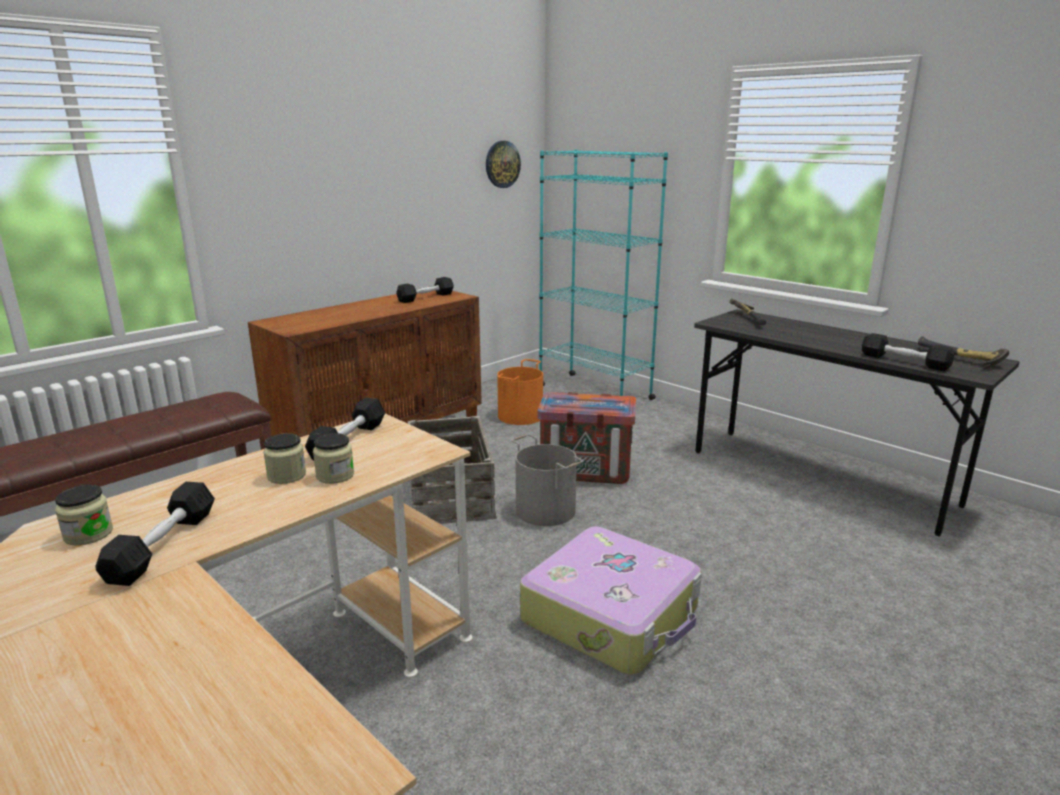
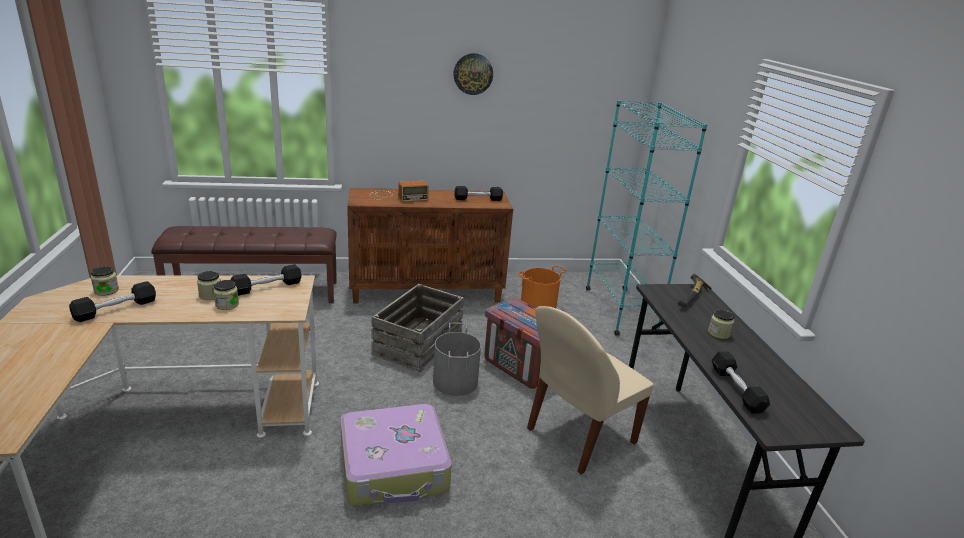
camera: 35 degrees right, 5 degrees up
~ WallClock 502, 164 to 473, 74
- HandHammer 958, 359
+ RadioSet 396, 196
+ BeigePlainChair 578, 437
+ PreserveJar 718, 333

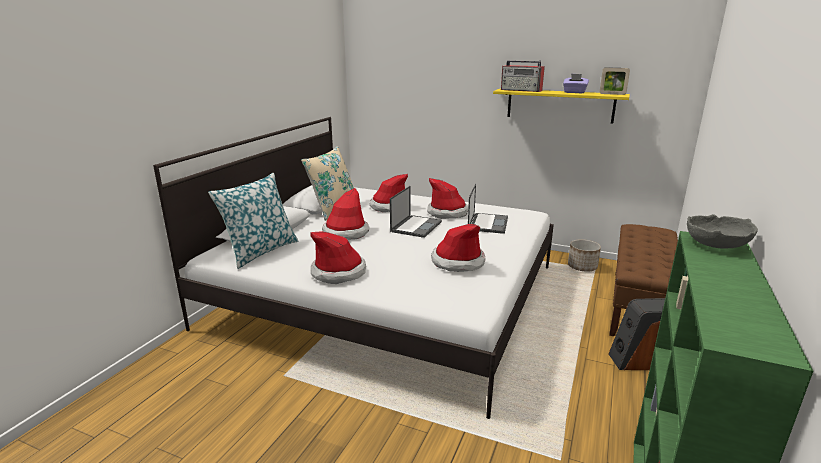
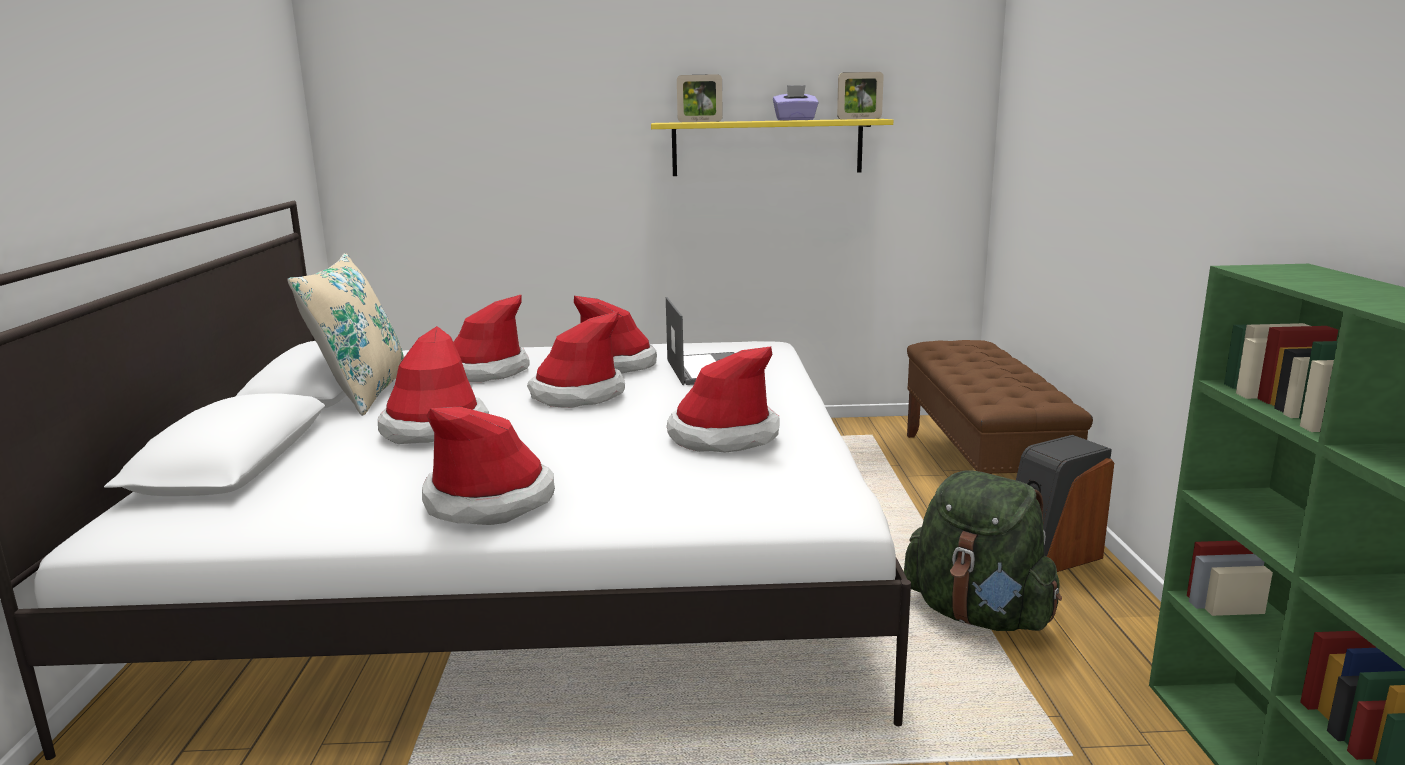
camera: 25 degrees left, 5 degrees down
~ RadioSet 521, 90 to StandingFrame 700, 121
- Cushion 260, 251
~ NotebookComputer 416, 226 to ClothingHat 577, 394
- GreyDeepDish 715, 244
- PlantPot 582, 267
+ GreenColouredRucksack 978, 614

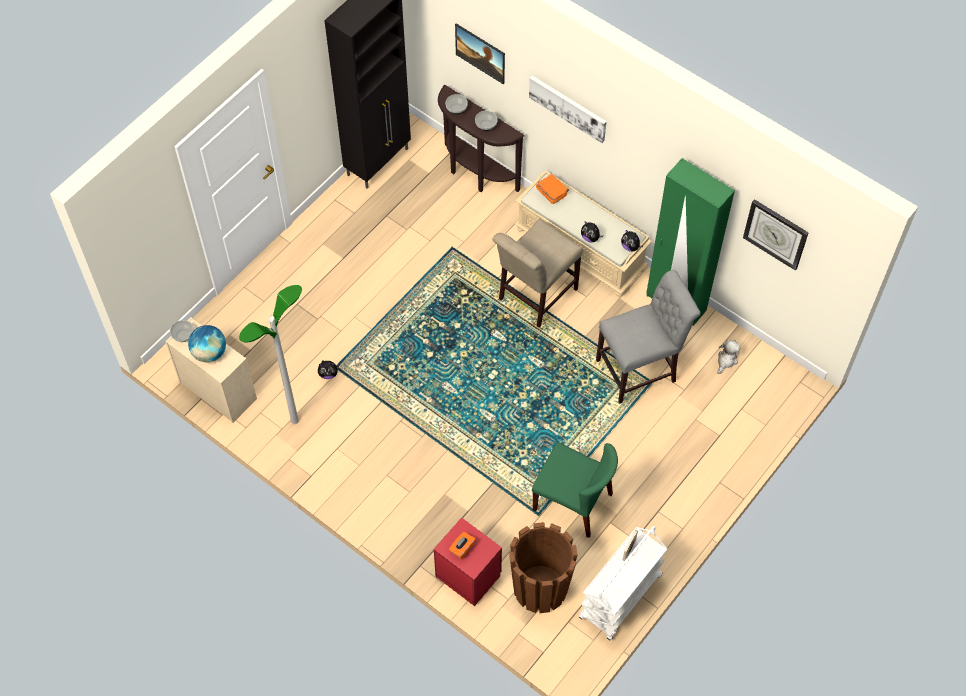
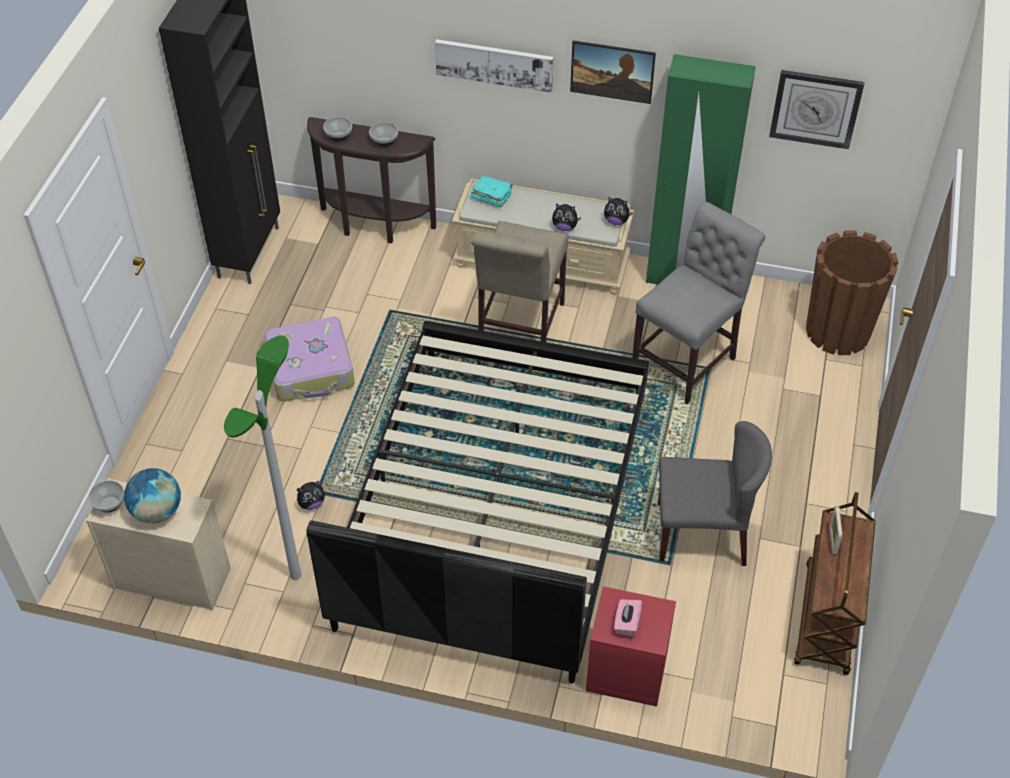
camera: 25 degrees left, 10 degrees down
~ WallArt 480, 61 to 611, 84
~ OrangeyBook 551, 192 to BlueGreenBook 491, 196
- PlushToy 726, 360
~ GreenColouredPlainChair 573, 502 to GreyPlainChair 702, 533
~ BrownPlantPot 540, 587 to 838, 331
~ WhiteTrolley 620, 598 to BrownTrolley 826, 619
~ OrangeyBoxOfTissues 462, 548 to PinkishBoxOfTissues 626, 623
+ PieceOfLuggage 311, 369
+ BlackColouredBedroomBed 494, 509

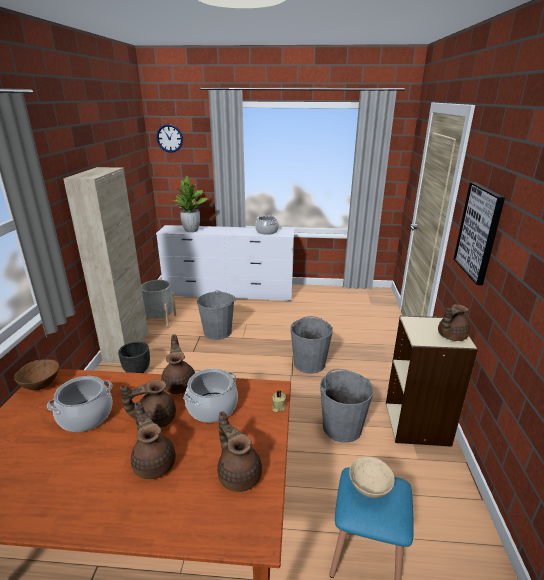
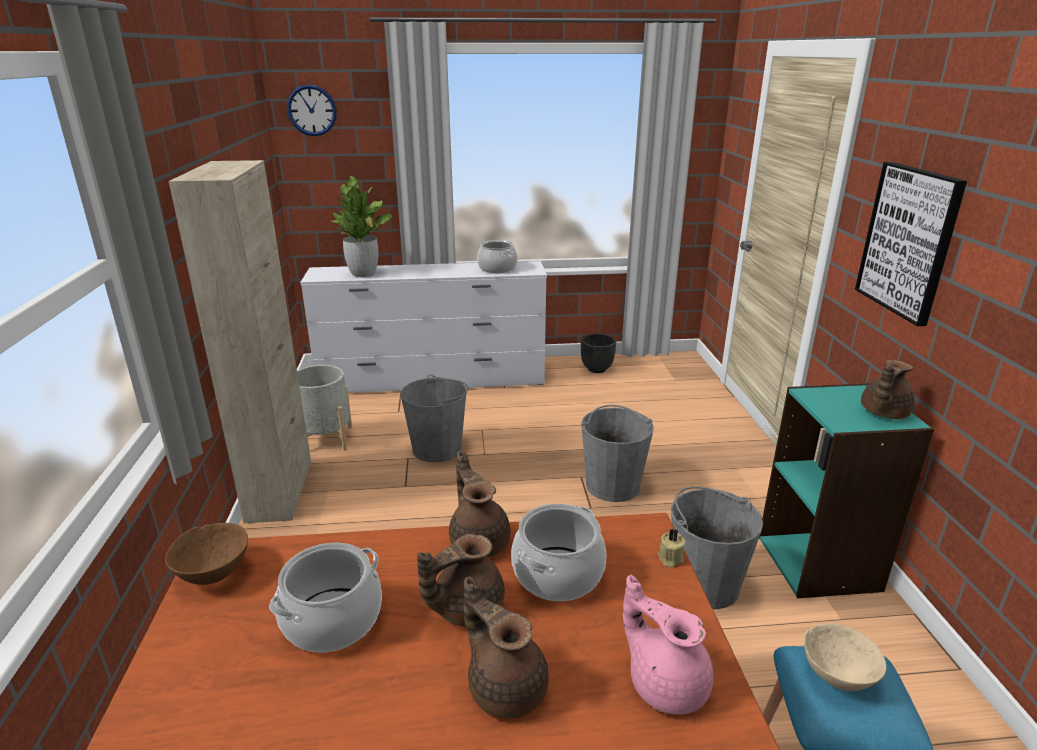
camera: 10 degrees left, 0 degrees up
~ BeigeBookshelf 417, 424 to BlueGreenBookshelf 819, 563
~ BlackColouredPlantPot 137, 371 to 597, 369
~ BrownPotForTea 239, 474 to PinkishPotForTea 665, 683

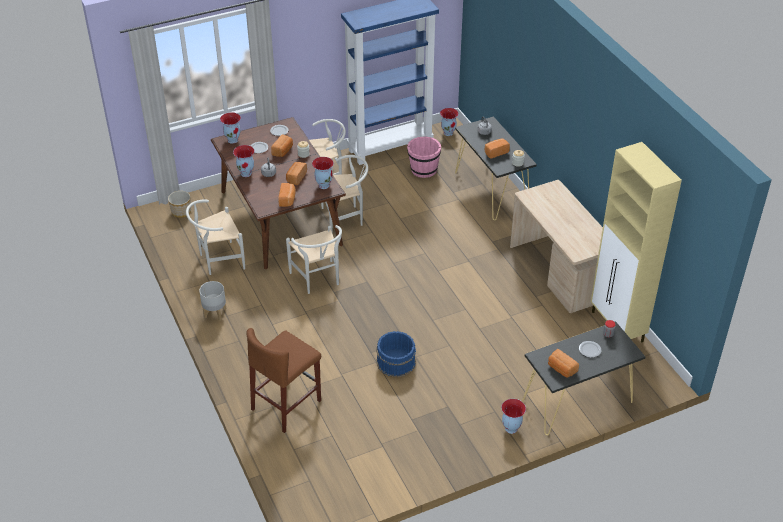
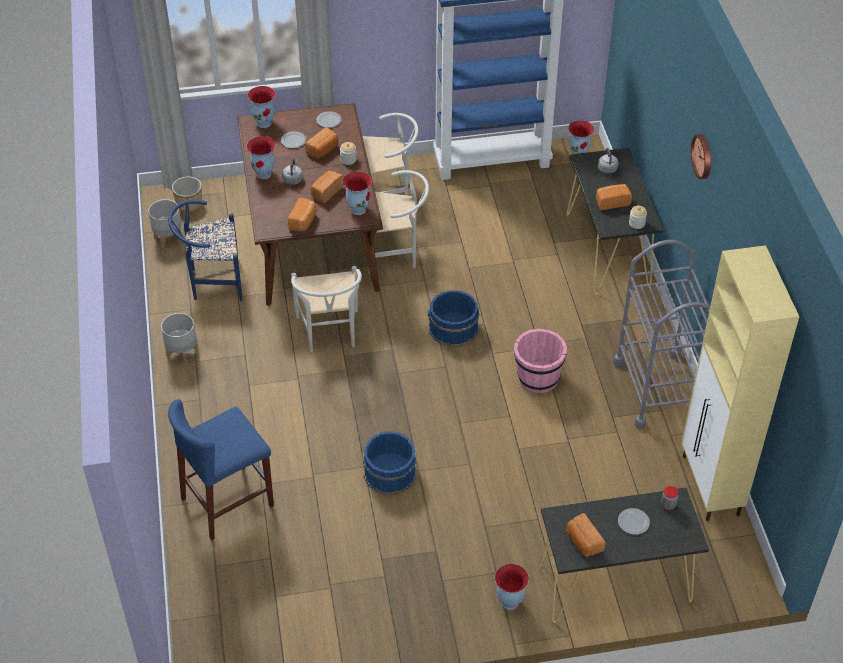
camera: 15 degrees right, 5 degrees up
~ PinkishWaterBucket 423, 170 to 537, 378
~ BeigeDeskTable 559, 272 to GreyTrolley 657, 389
~ WhitePlainChair 218, 260 to BluePlainChair 212, 282
~ BrownSittingStool 286, 405 to BlueSittingStool 227, 502
+ WallClock 703, 156
+ GreyPlantPot 168, 239
+ BlueWaterBucket 453, 329

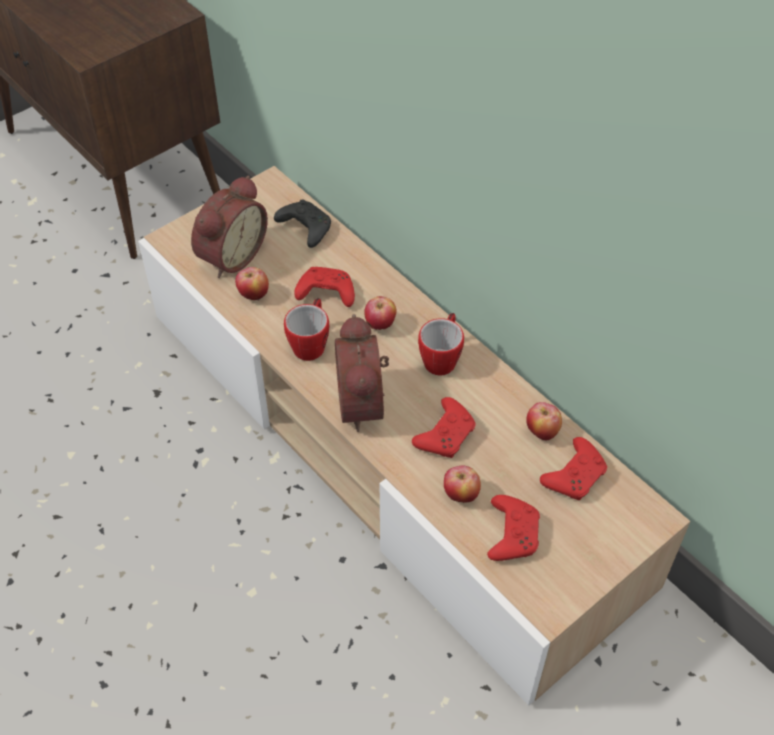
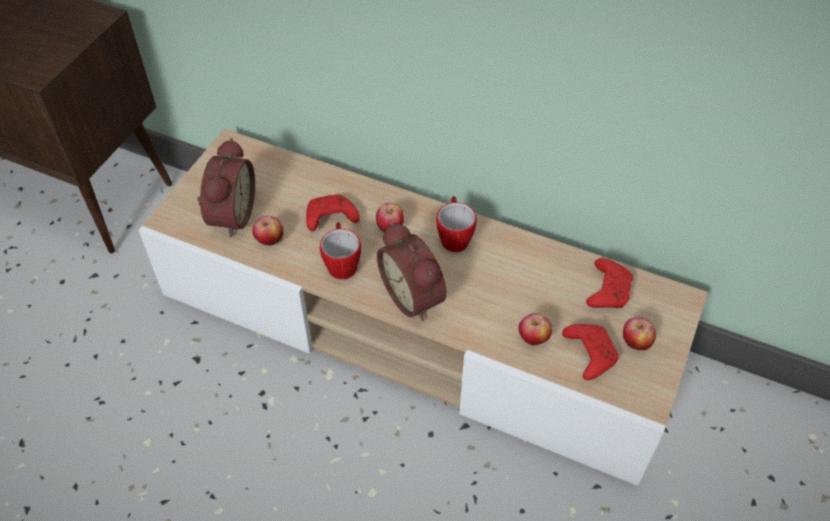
camera: 25 degrees left, 0 degrees up
- BlackColouredGameController 304, 229
- RedGameController 446, 435
~ WholeApple 541, 432 to 635, 344

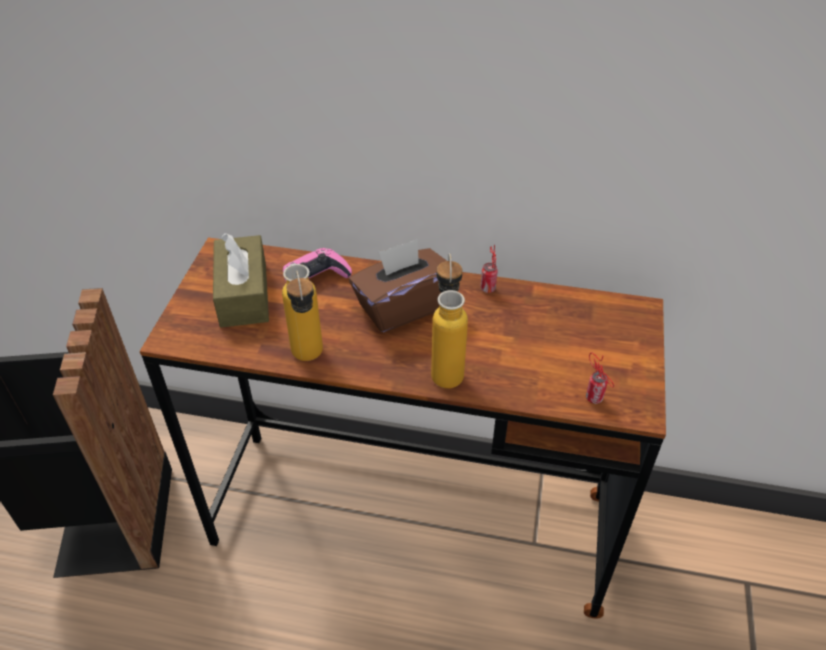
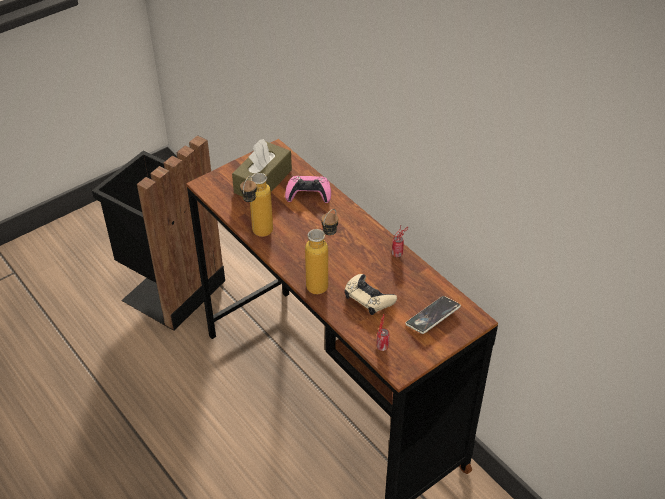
camera: 40 degrees right, 0 degrees up
- BrownBoxOfTissues 403, 306
+ BeigeGameController 369, 297
+ Handset 432, 317

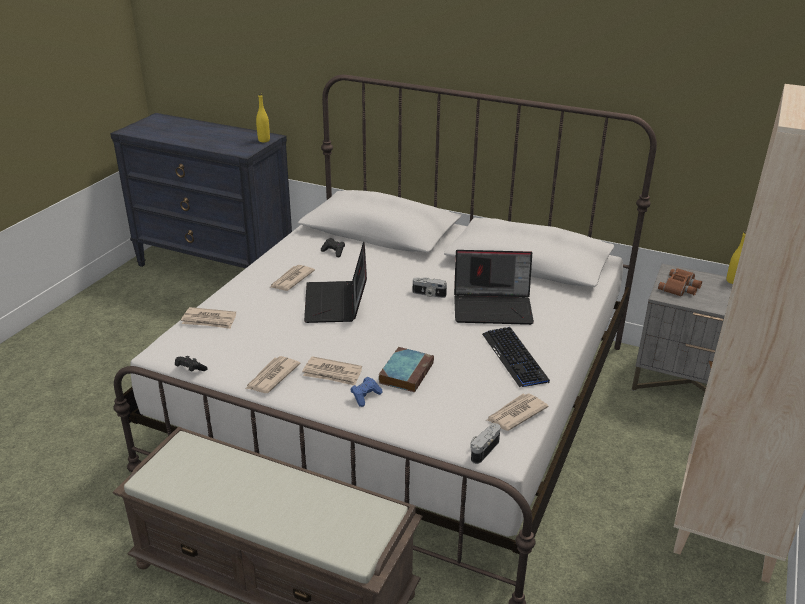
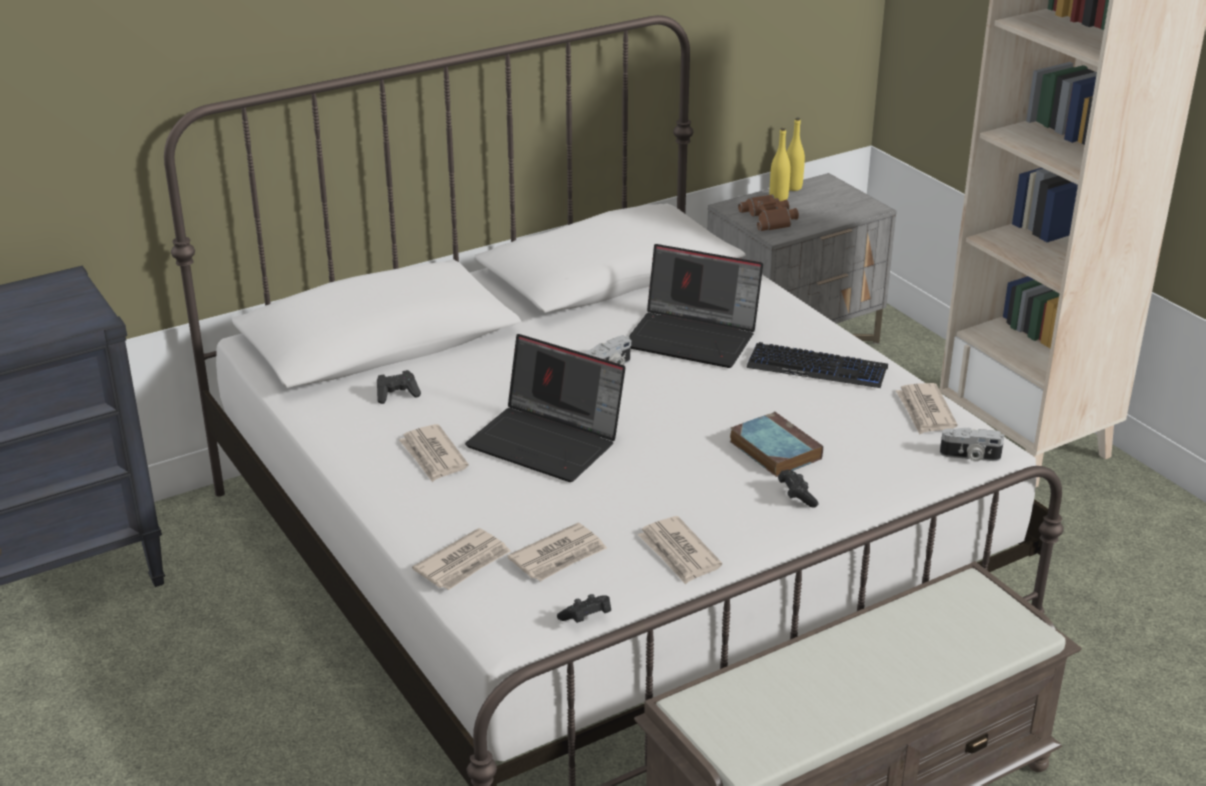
camera: 55 degrees left, 0 degrees up
~ YellowishBottle 264, 140 to 778, 198
~ NotebookComputer 493, 307 = 694, 337 75 degrees clockwise
~ Newspaper 332, 373 to 559, 556
~ BlueGameController 365, 396 to BlackColouredGameController 796, 496
~ StillCamera 483, 449 = 970, 457 60 degrees counterclockwise

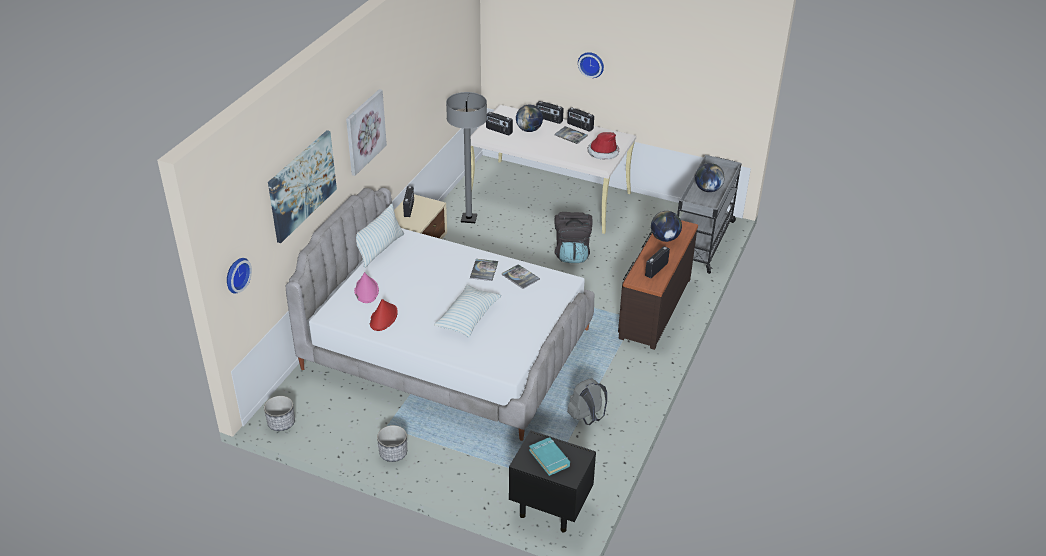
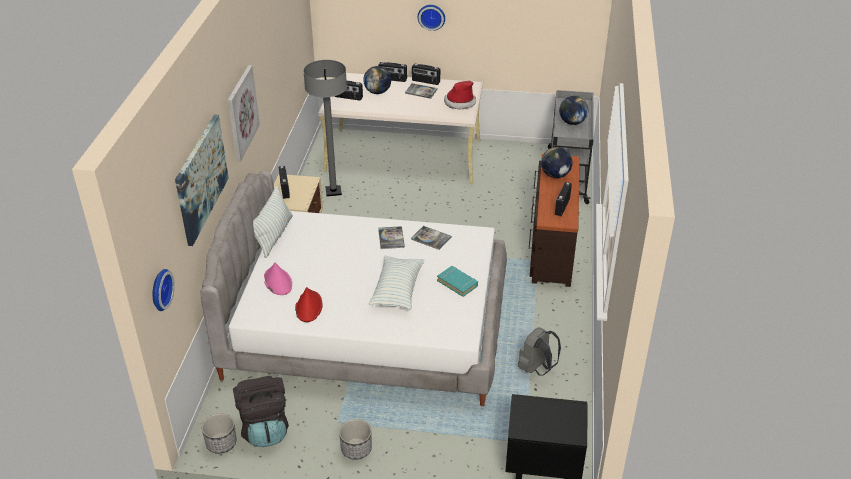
camera: 15 degrees left, 0 degrees up
~ BlackColouredRucksack 572, 254 to 265, 428
~ BlueGreenBook 549, 458 to 457, 283

